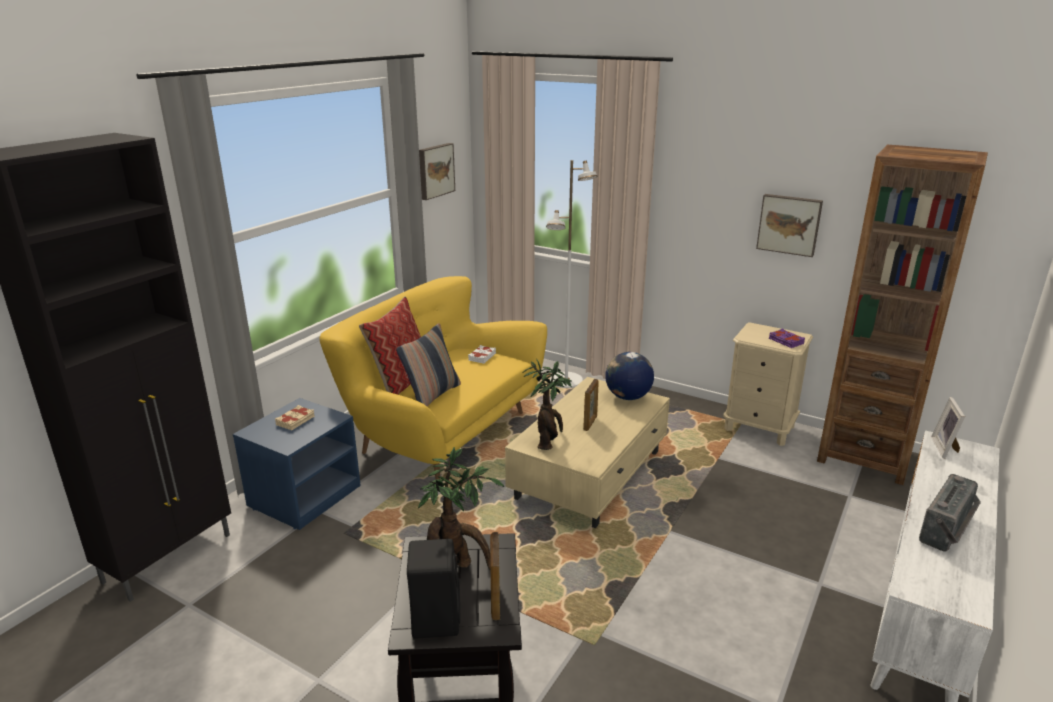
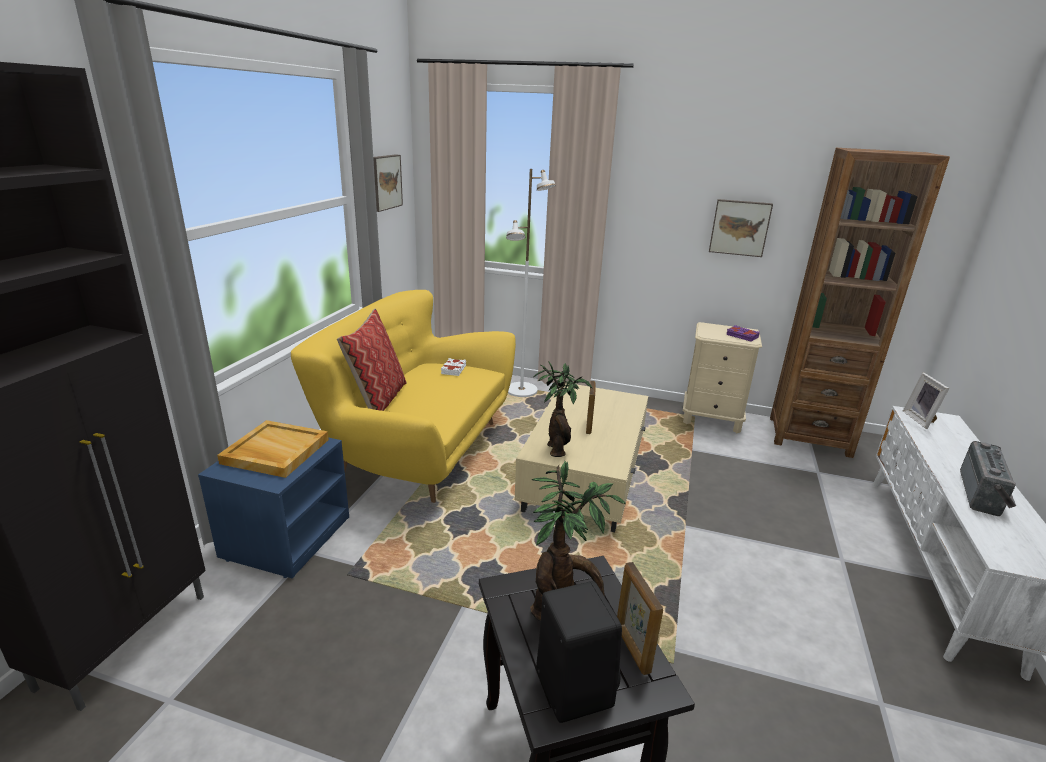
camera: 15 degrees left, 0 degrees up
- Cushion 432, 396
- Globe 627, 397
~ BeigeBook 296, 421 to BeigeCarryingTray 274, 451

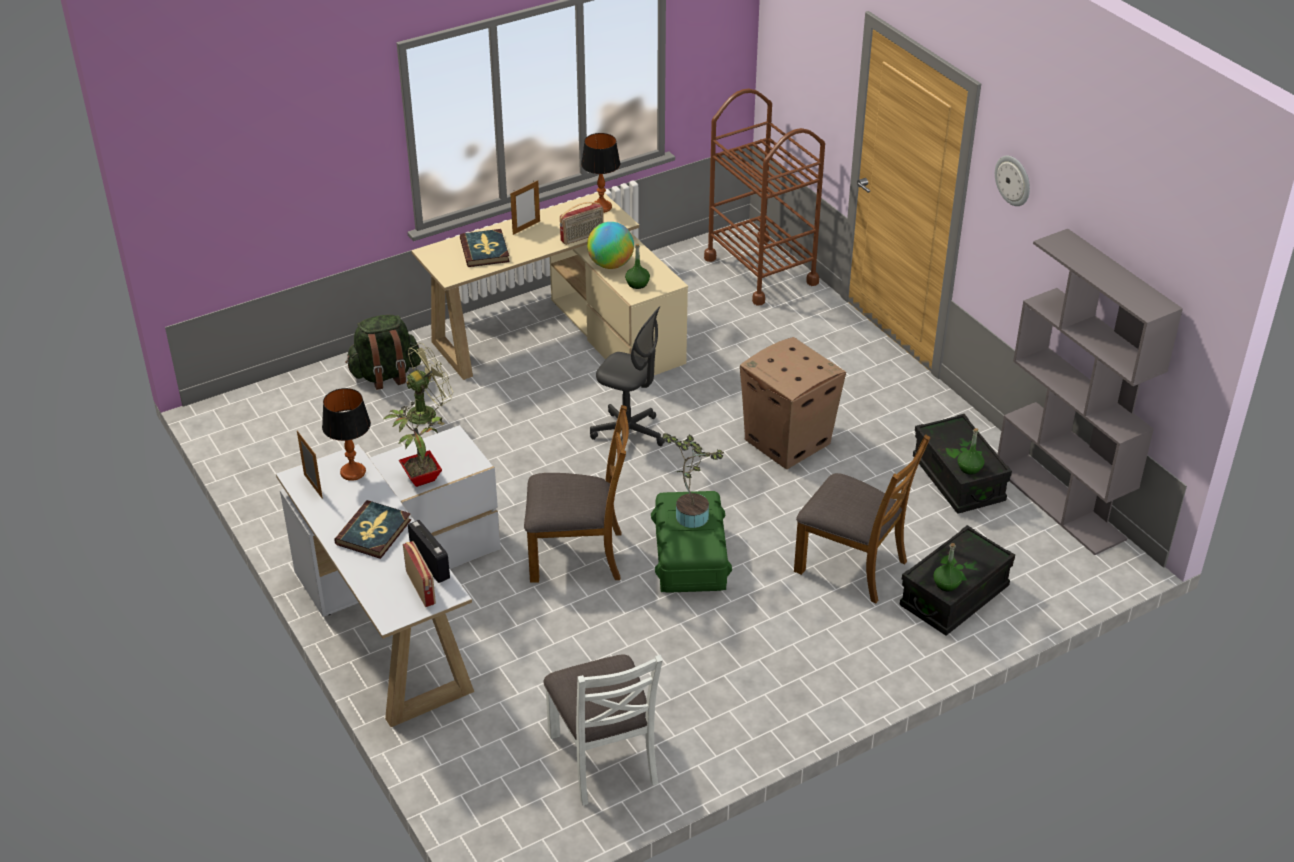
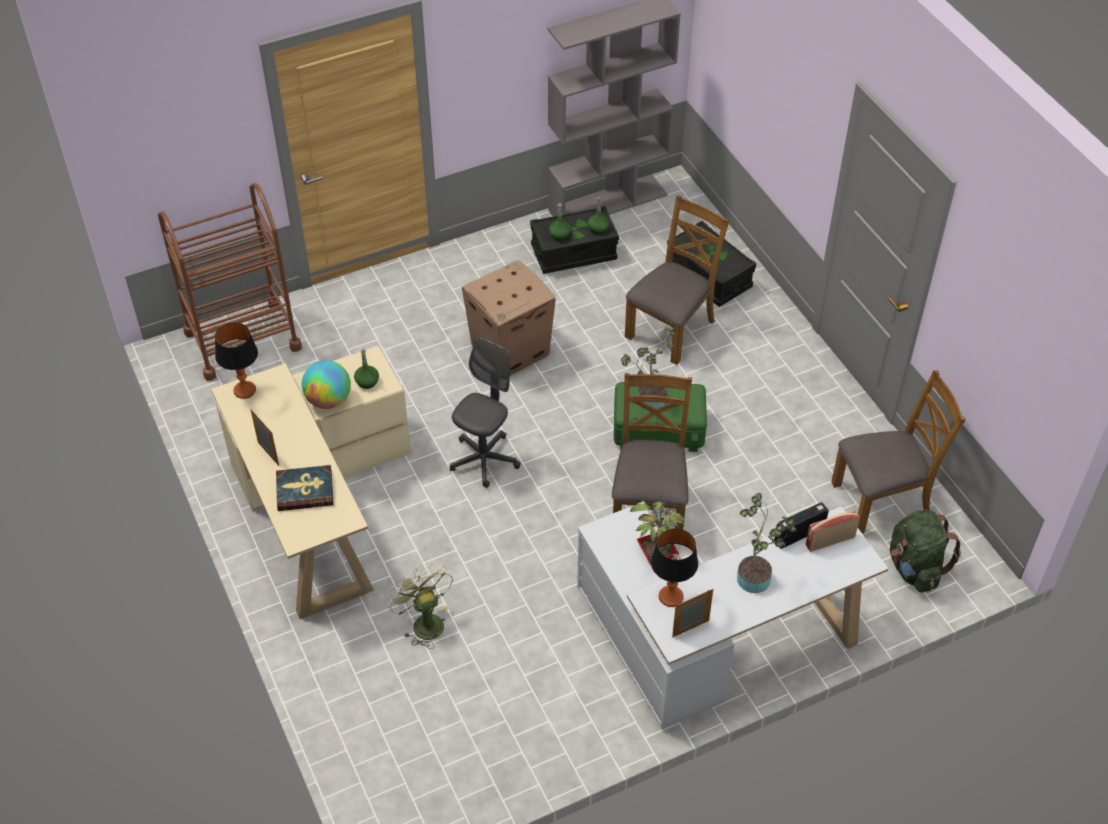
camera: 85 degrees left, 10 degrees up
- WallClock 1013, 180
- RadioSet 582, 237
~ GreenColouredRucksack 386, 375 to 915, 568
~ Book 374, 532 to PlantInAPot 757, 577
~ GreenColouredBottle 946, 584 to 559, 235
~ WhitePlainChair 604, 758 to BrownPlainChair 882, 499

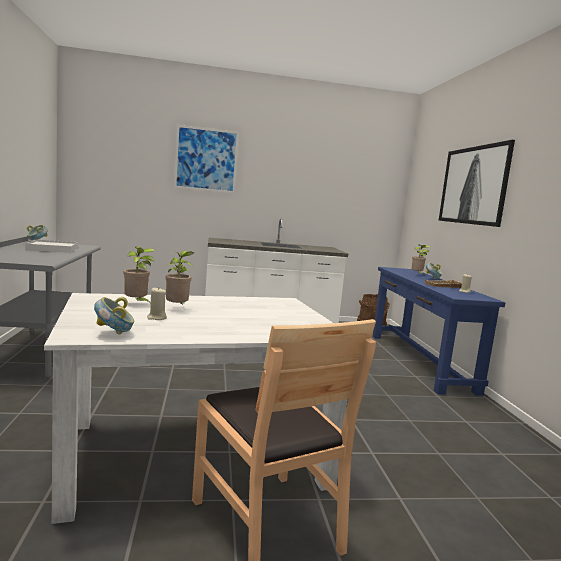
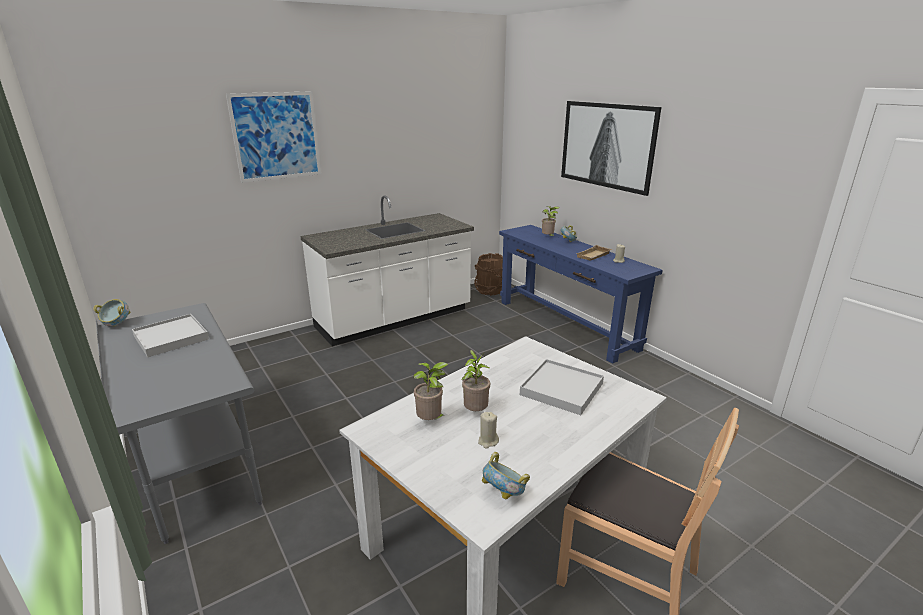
camera: 25 degrees left, 15 degrees up
+ WhiteCarryingTray 562, 389

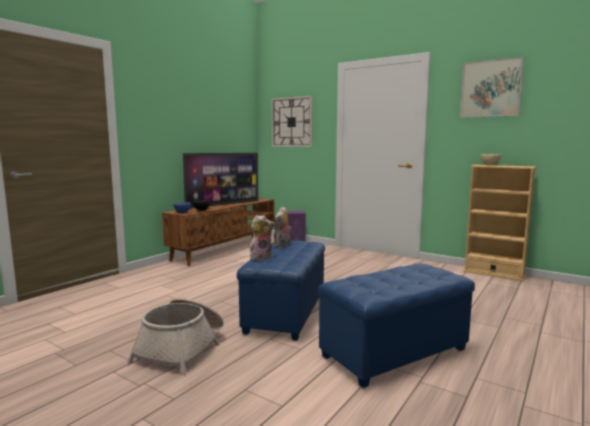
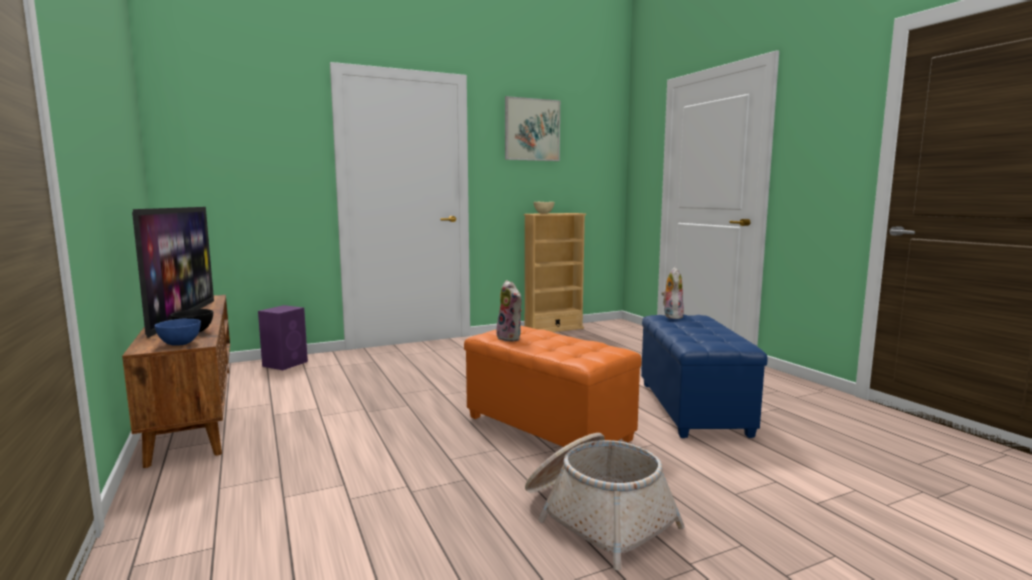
camera: 60 degrees left, 0 degrees up
- WallClock 292, 122
~ PlushToy 261, 257 to 671, 316
~ BlueFootrest 285, 313 to OrangeyFootrest 546, 429

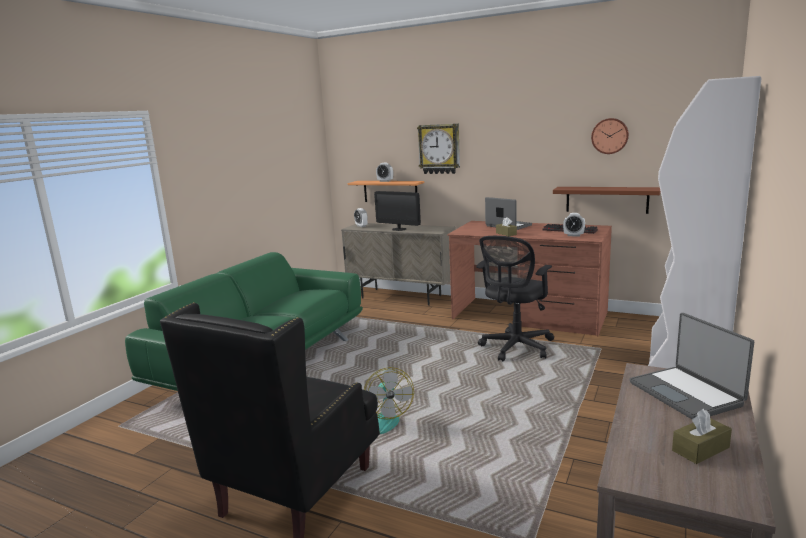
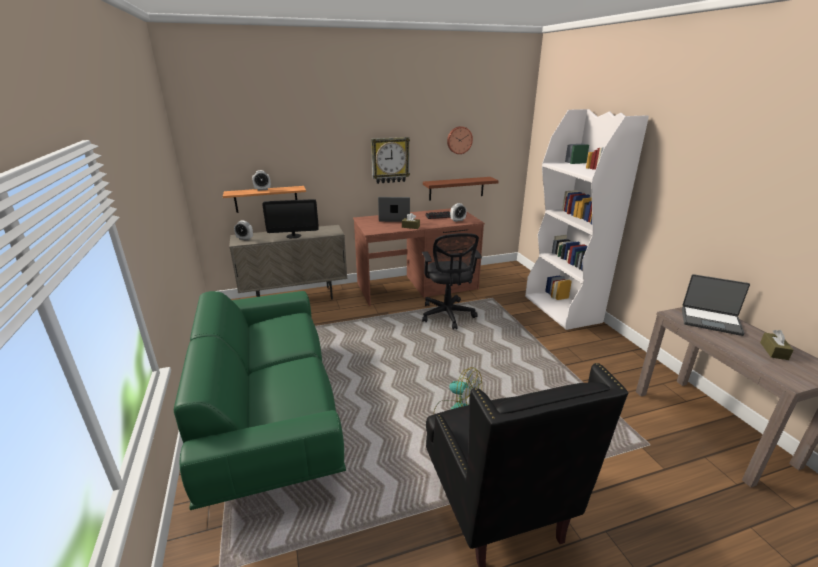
camera: 45 degrees left, 10 degrees up
~ WallClock 439, 149 to 390, 160

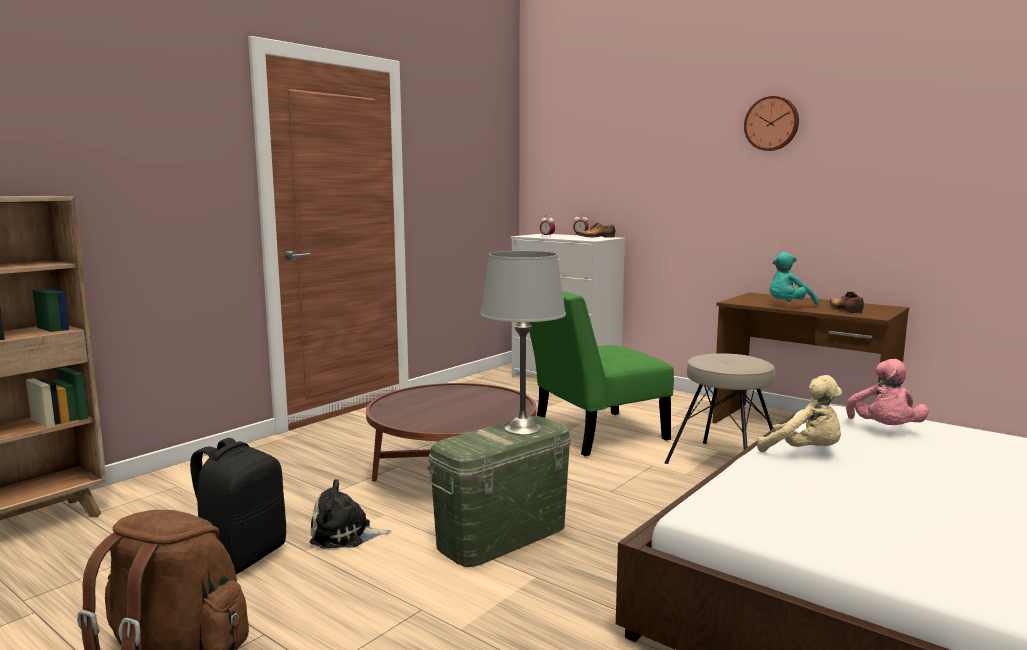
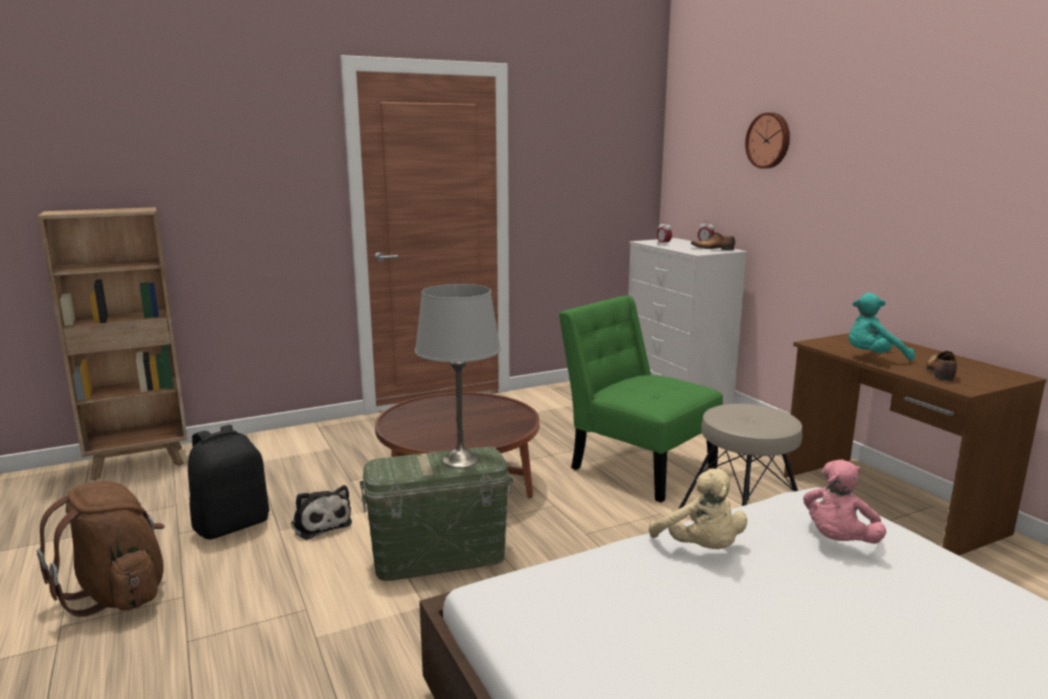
camera: 25 degrees right, 5 degrees up
~ WallClock 772, 123 to 769, 140
~ GreenColouredPlainChair 593, 434 = 637, 465 45 degrees clockwise
~ PlushToy 345, 535 = 320, 523 150 degrees counterclockwise

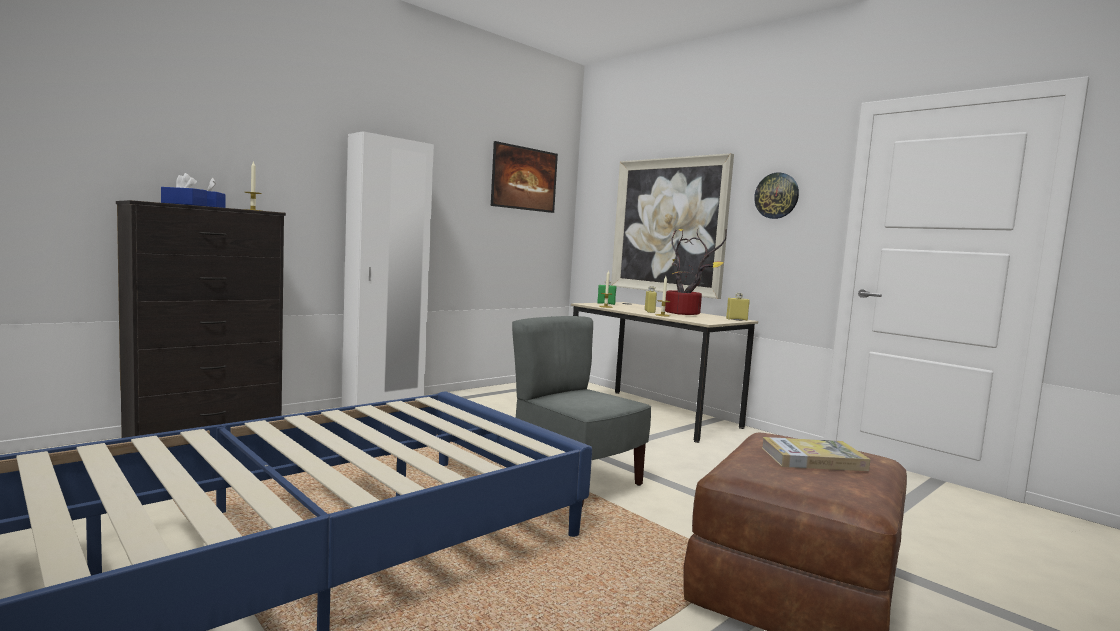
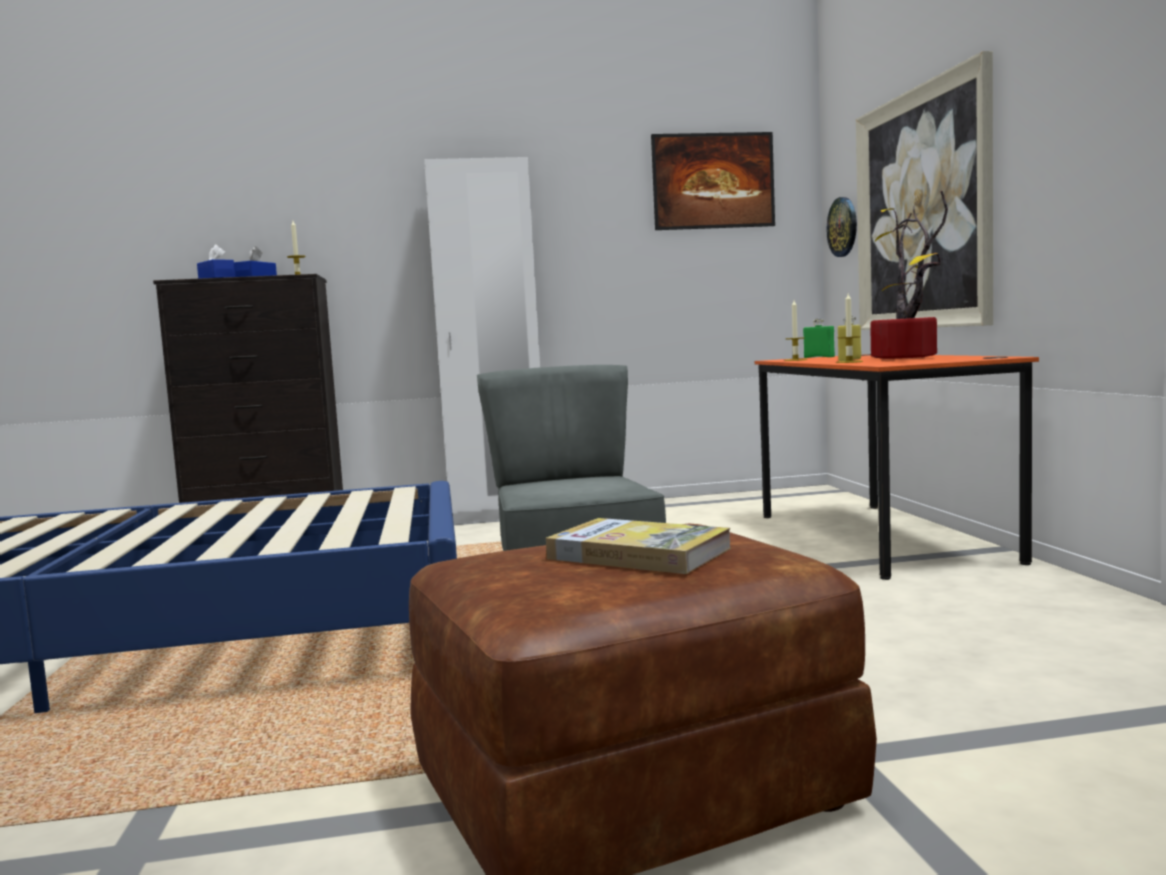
camera: 35 degrees right, 0 degrees up
~ WallClock 776, 195 to 843, 227
- YellowishBottle 736, 319
~ BeigeDeskTable 651, 414 to OrangeyDeskTable 878, 537

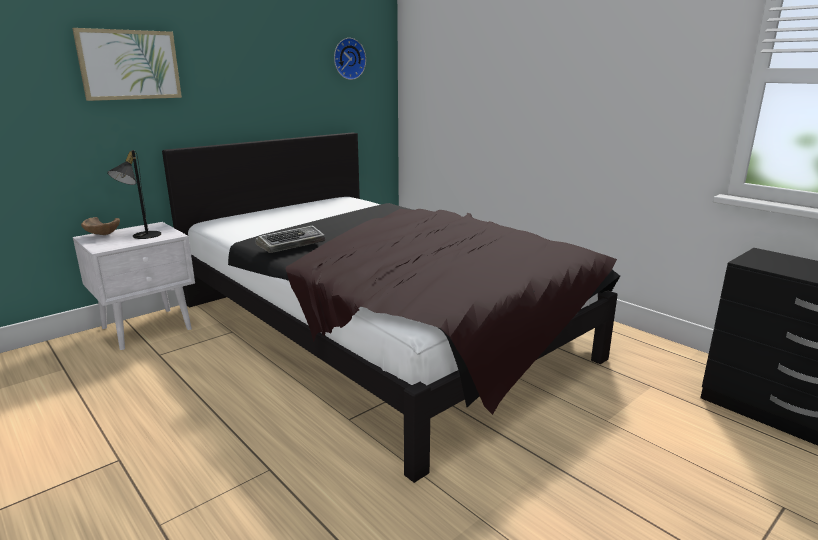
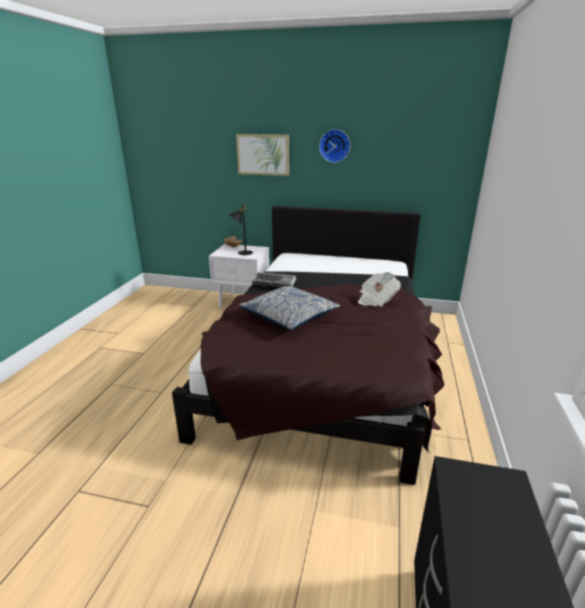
camera: 55 degrees right, 5 degrees up
~ WallClock 348, 59 to 335, 146
+ Newspaper 376, 300
+ Cushion 289, 316

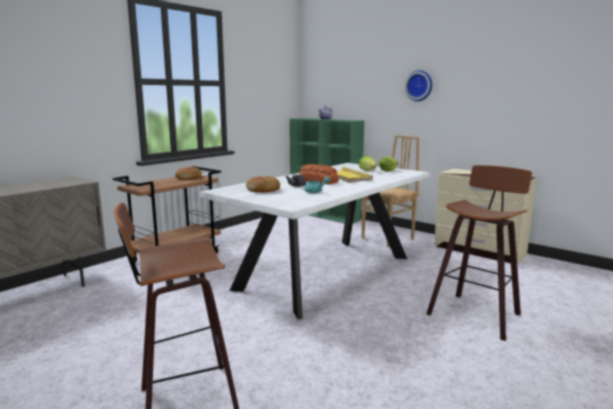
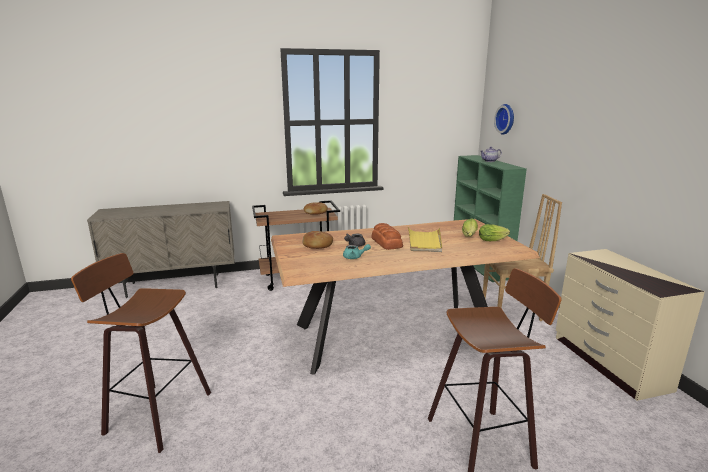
camera: 35 degrees right, 5 degrees up
~ WallClock 419, 85 to 506, 119
~ WhiteKitchenTable 326, 273 to BrownKitchenTable 394, 333

